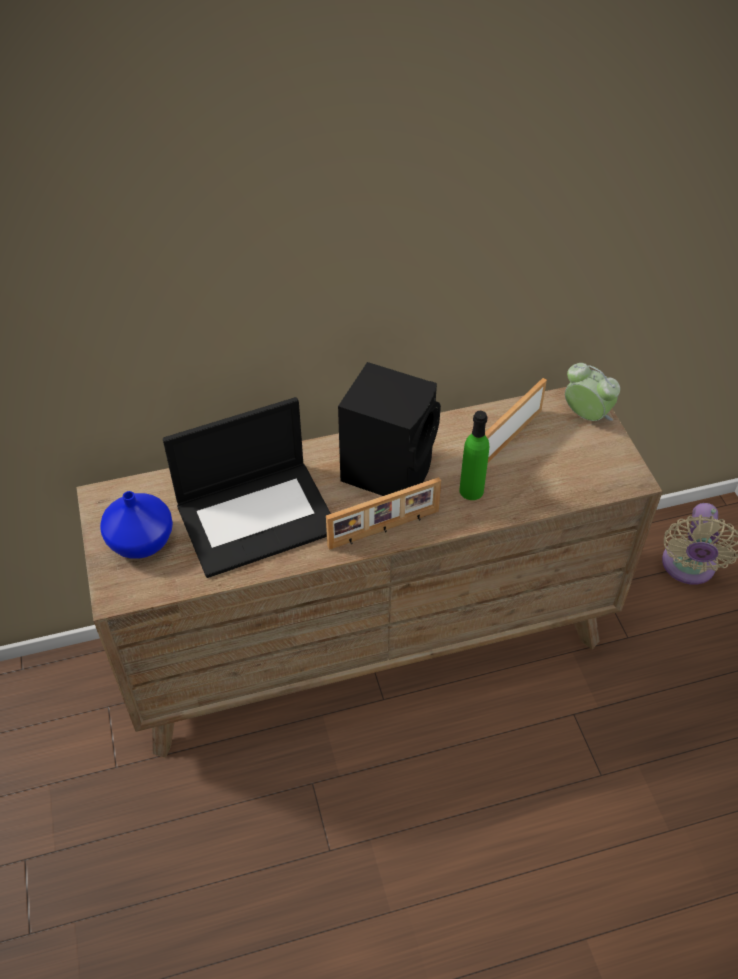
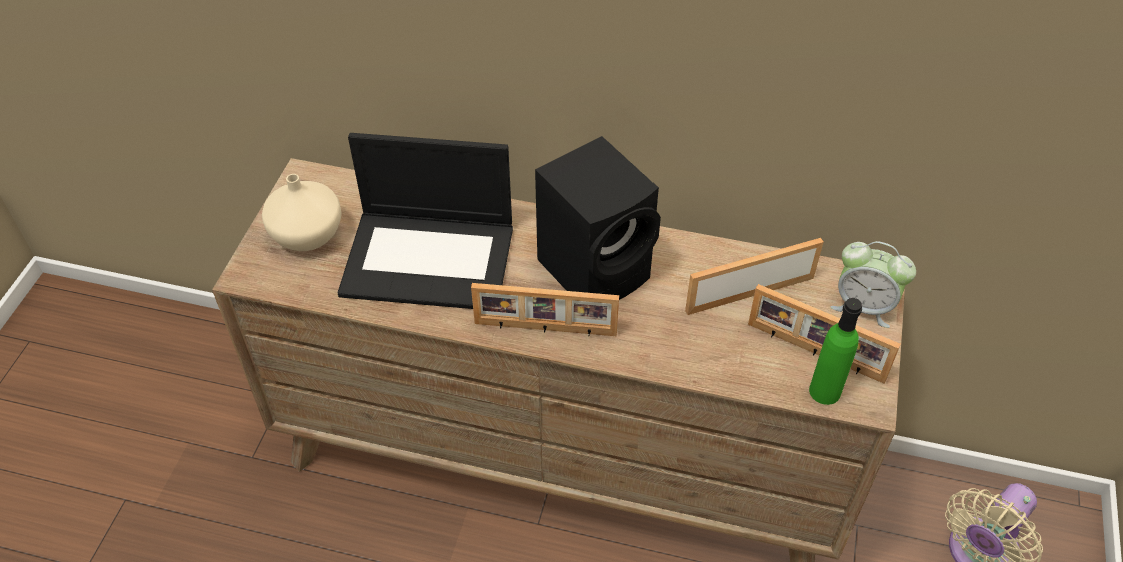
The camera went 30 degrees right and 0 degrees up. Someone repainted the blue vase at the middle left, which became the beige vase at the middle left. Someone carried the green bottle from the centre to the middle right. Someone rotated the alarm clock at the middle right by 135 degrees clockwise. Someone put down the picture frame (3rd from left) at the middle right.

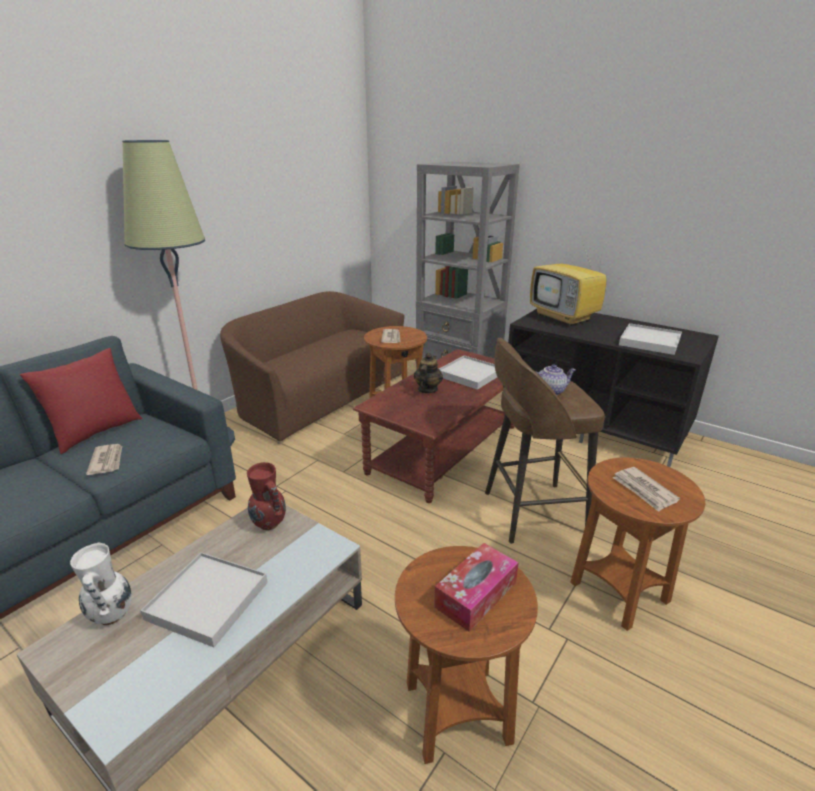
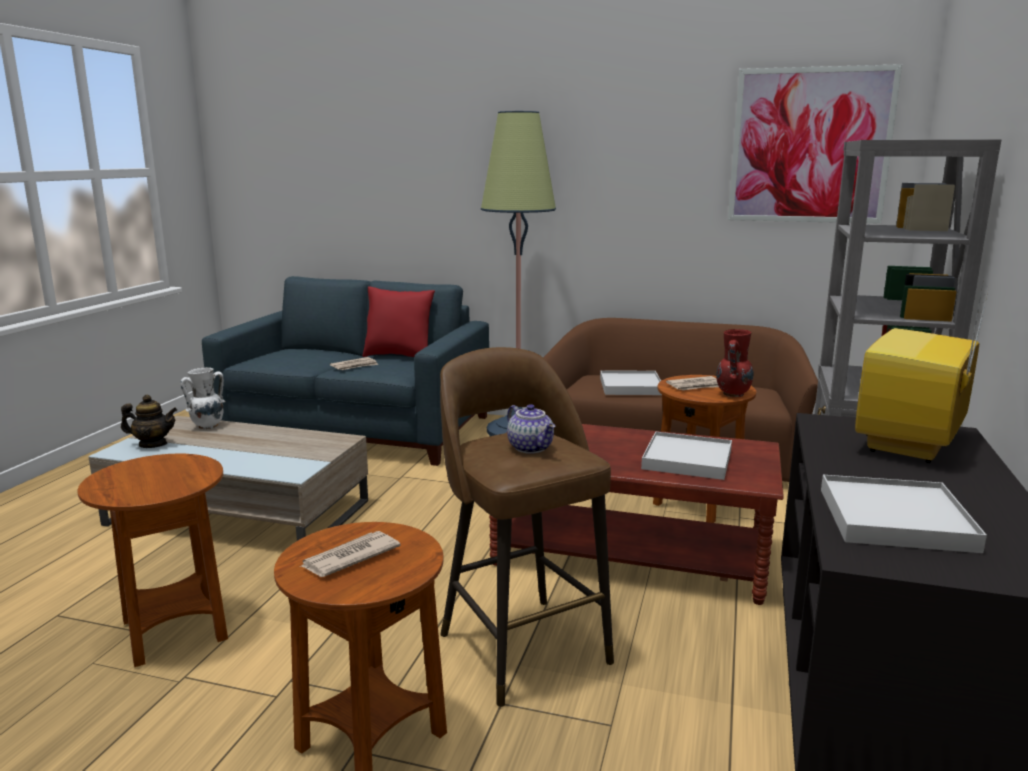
The camera went 70 degrees right and 10 degrees down. Someone carried the white tray (1st from left) from the bottom left to the centre. Someone carried the red vase from the middle left to the middle right. Someone carried the teapot (1st from left) from the centre to the middle left. Someone took away the tissue box at the bottom centre. Someone put up the picture at the top right.

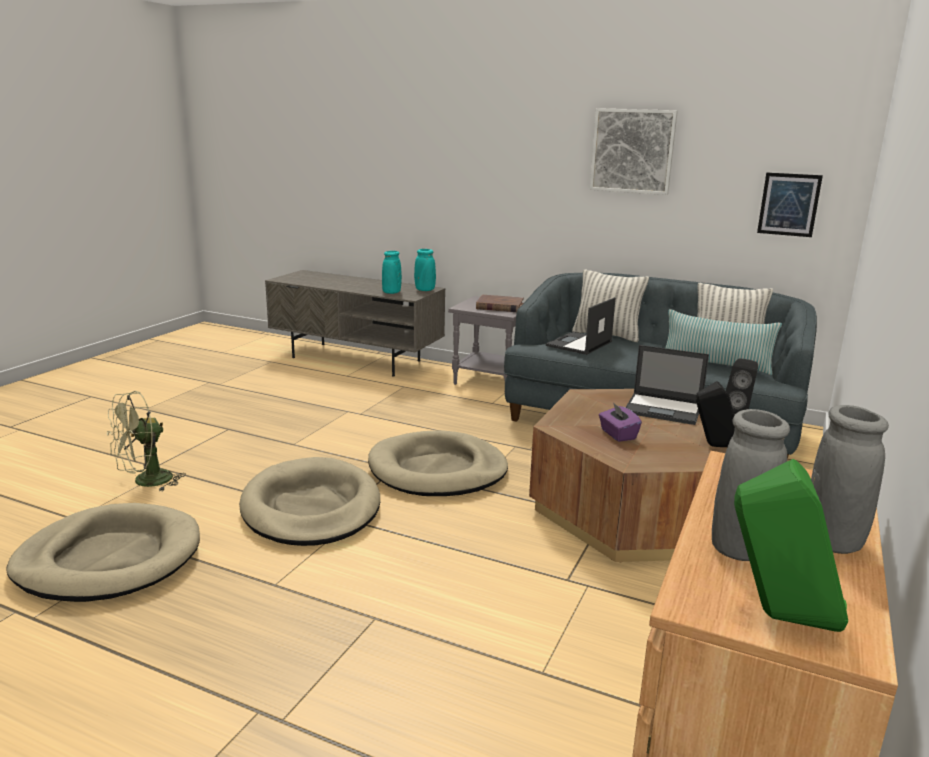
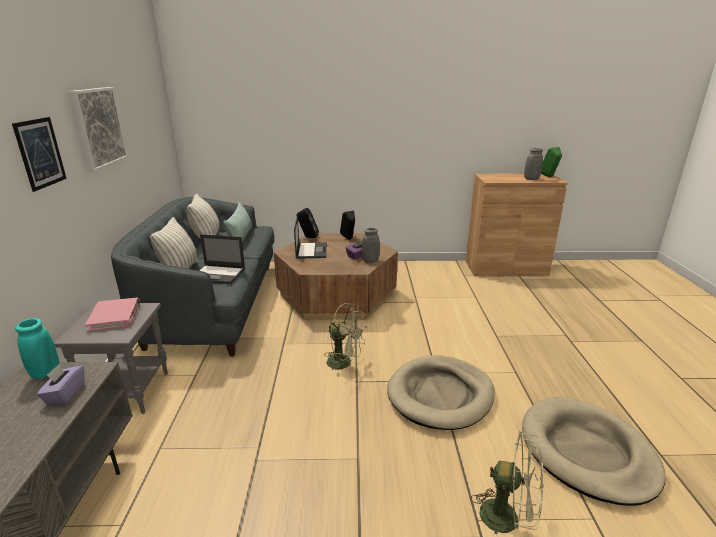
The camera went 115 degrees left and 5 degrees up. Someone swapped the beige dog bed (3rd from left) at the centre for the green fan (1st from left) at the centre. Someone swapped the turquoise vase (1st from left) at the centre for the purple tissue box (1st from left) at the bottom left. Someone repainted the brown book at the centre, which became the pink book at the middle left. Someone carried the picture (2nd from left in the first image) from the top right to the top left. Someone carried the grey vase (2nd from left in the first image) from the middle right to the centre.

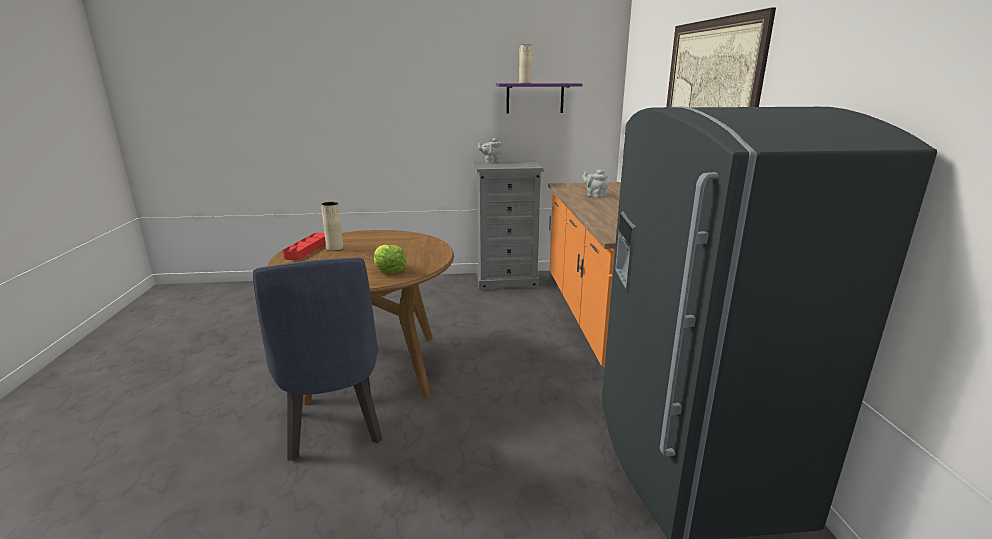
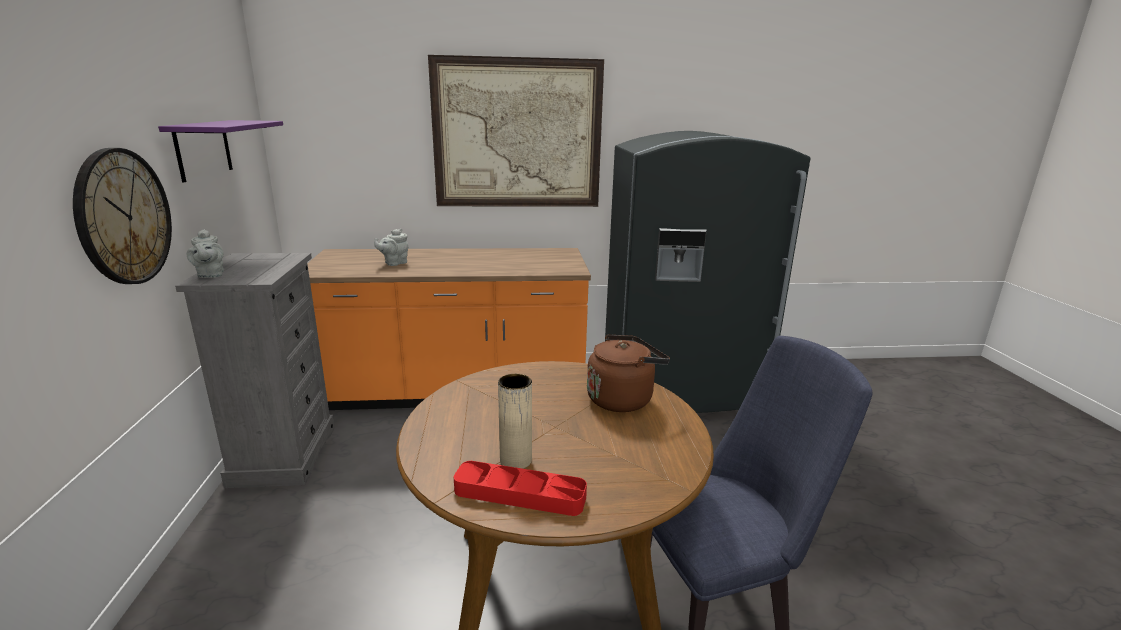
The camera went 90 degrees left and 0 degrees up. Someone swapped the lettuce at the centre for the brown kettle at the centre. Someone took away the beige vase (2nd from left) at the top centre. Someone put up the wall clock at the middle left.

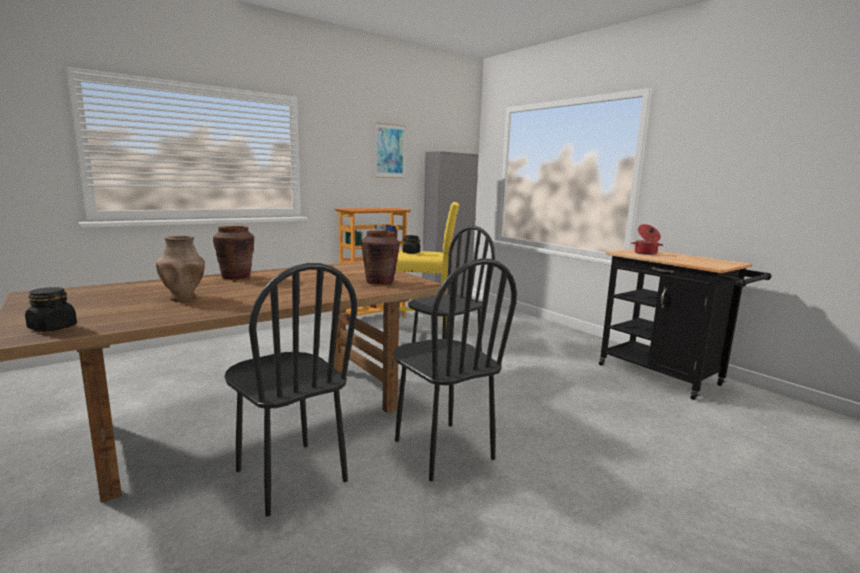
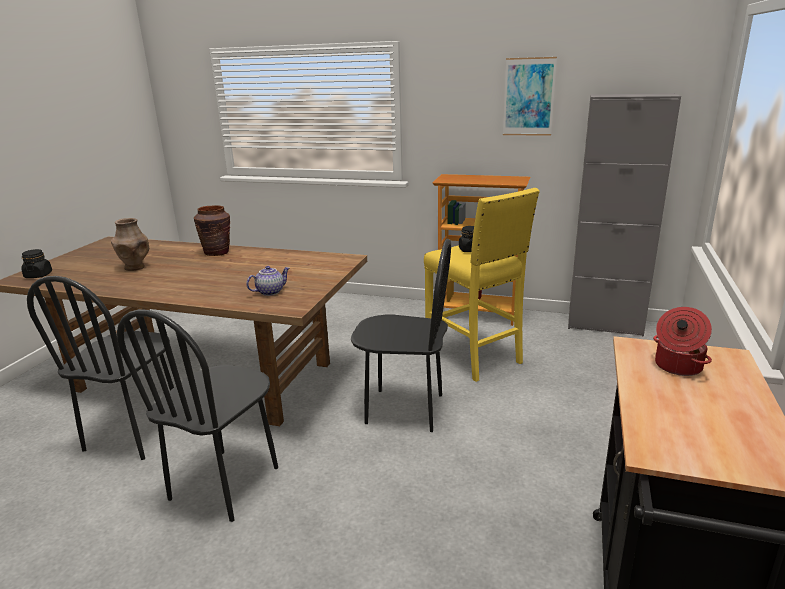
The camera went 55 degrees right and 10 degrees up. Someone swapped the brown vase (3rd from left) at the centre for the teapot at the centre.

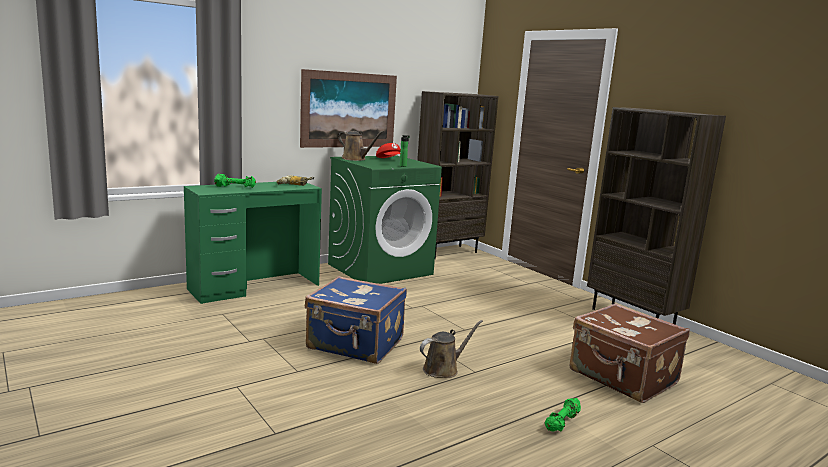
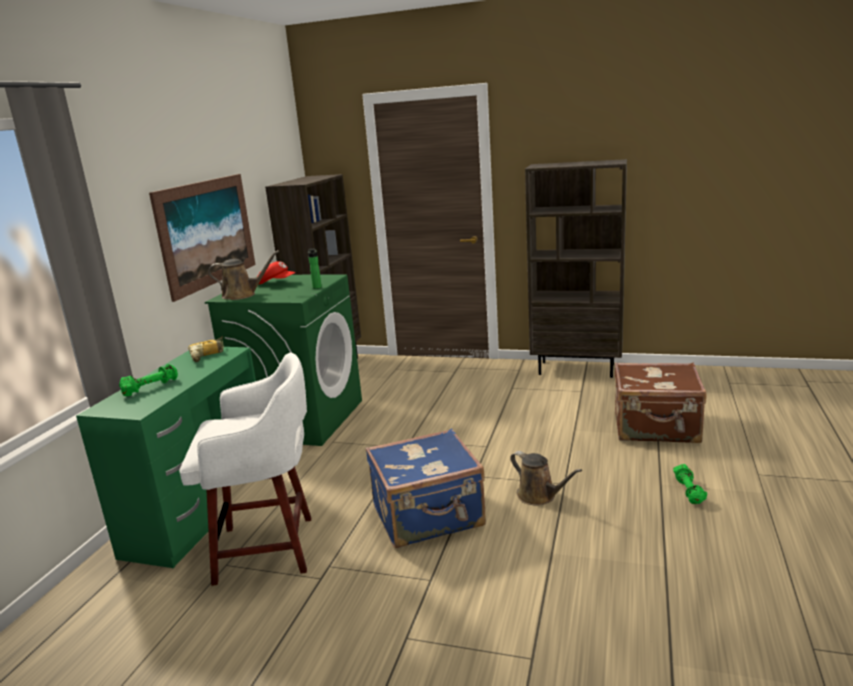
The camera went 35 degrees left and 5 degrees up. Someone rotated the brown watering can (2nd from left) at the bottom centre by 120 degrees clockwise. Someone put down the white stool at the bottom left.

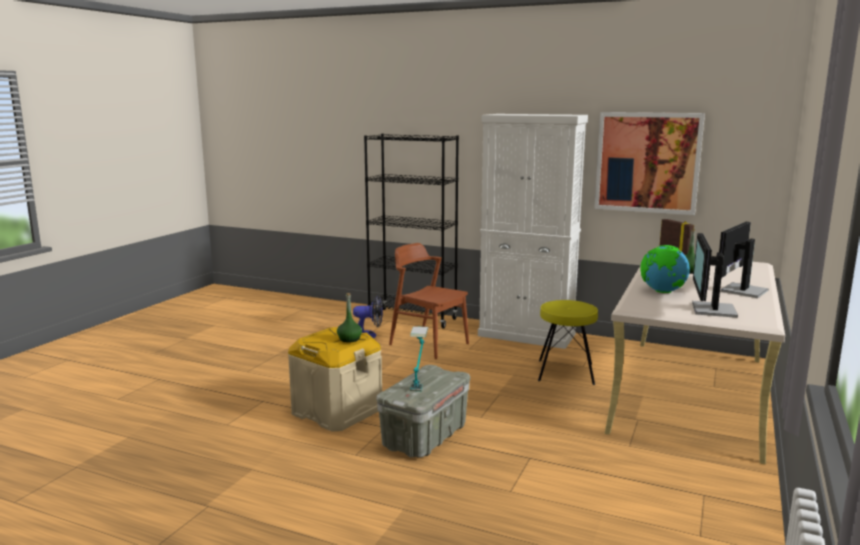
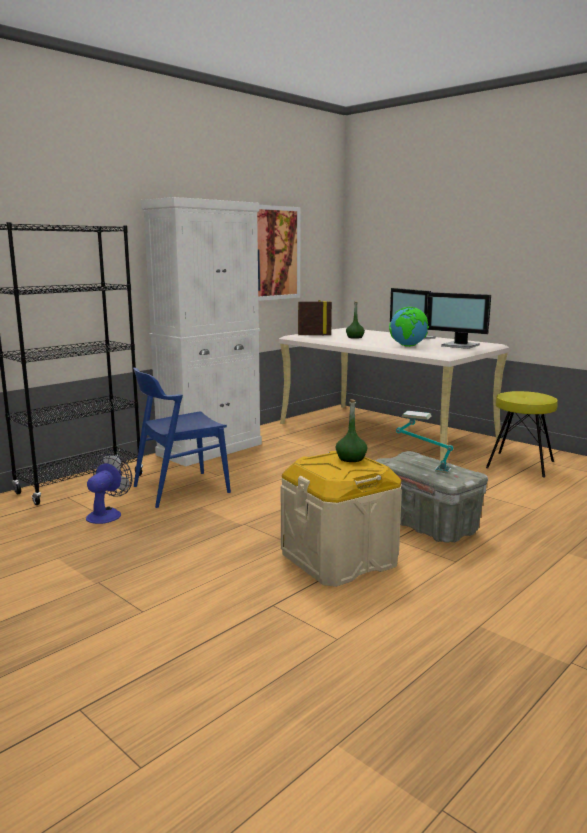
The camera went 70 degrees left and 0 degrees up. Someone repainted the brown chair at the centre, which became the blue chair at the middle left. Someone carried the yellow stool from the centre to the middle right.

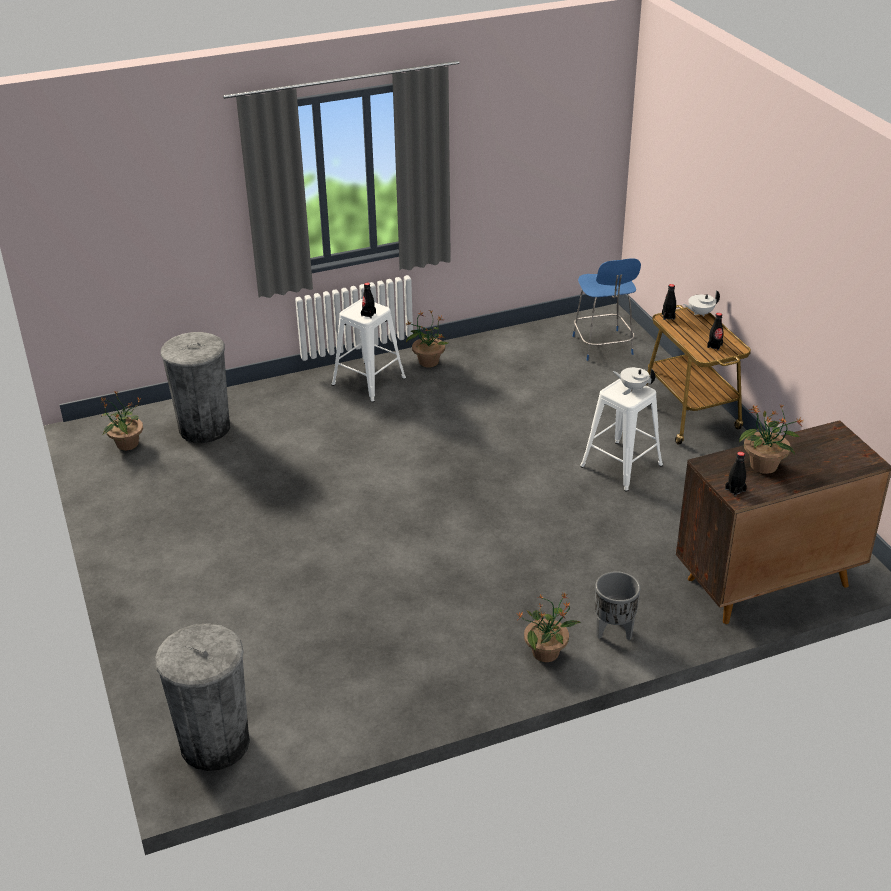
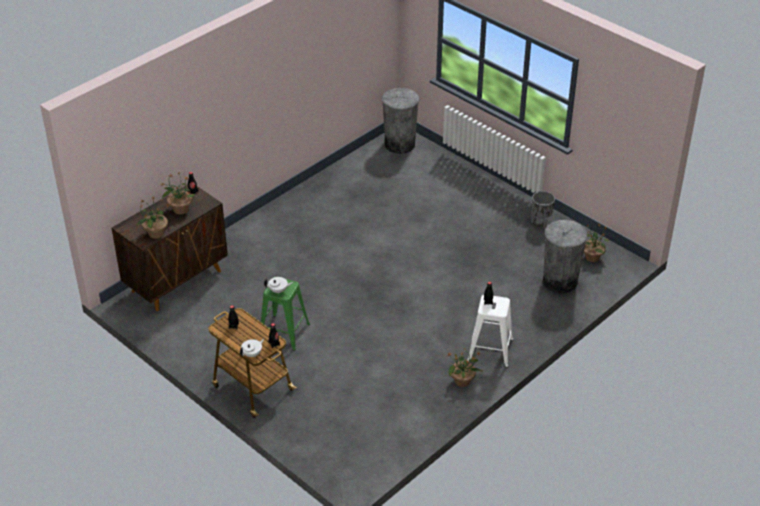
The camera went 155 degrees right and 5 degrees up. Someone carried the potted plant (3rd from left in the first image) from the bottom centre to the middle left. Someone took away the blue stool at the middle right. Someone repainted the white stool (2nd from left) at the middle right, which became the green stool at the centre. Someone carried the grey planter from the bottom right to the middle right.

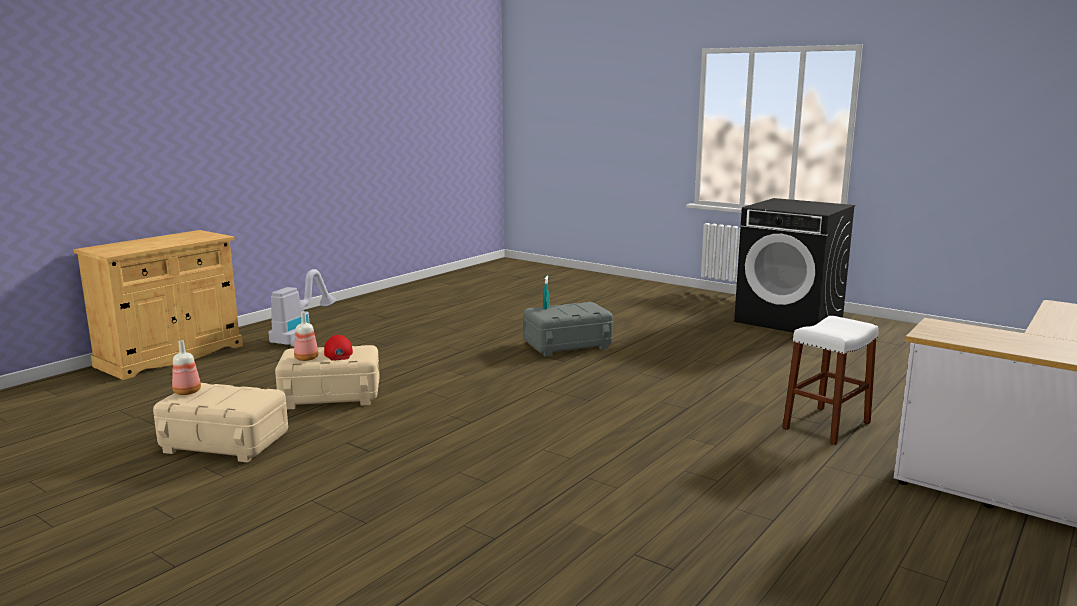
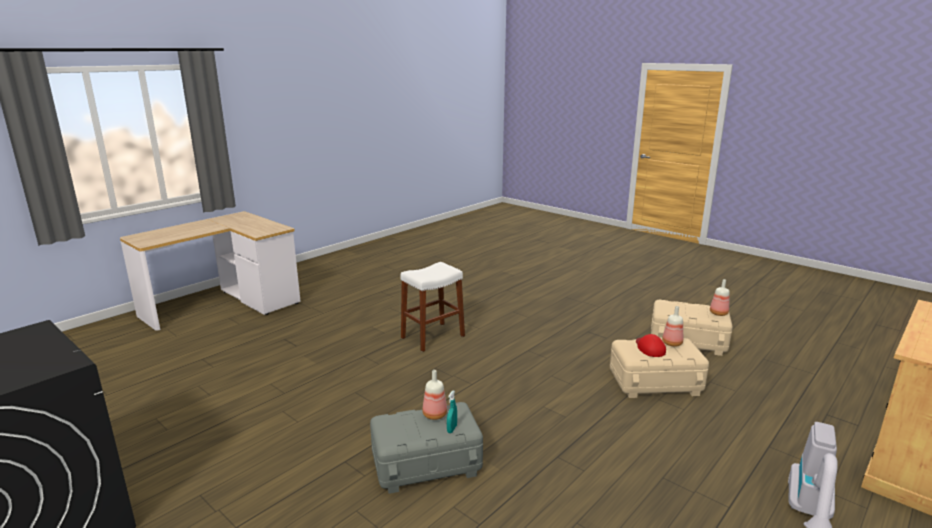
The camera went 175 degrees left and 5 degrees up. Someone carried the white stool from the middle right to the centre. Someone put down the bottle (1st from left) at the bottom centre.

